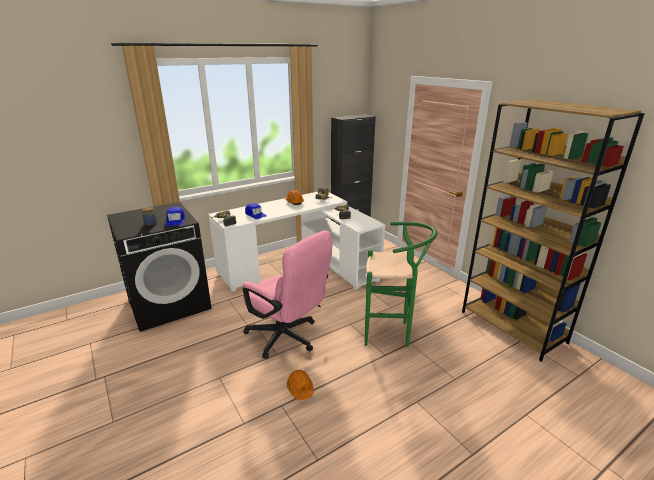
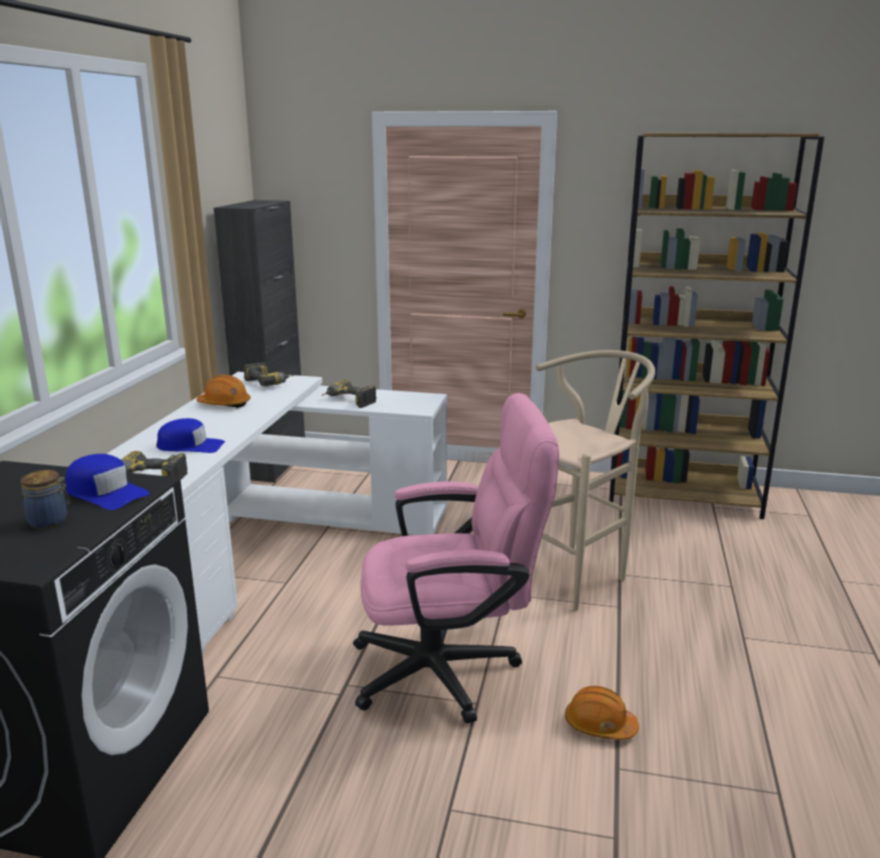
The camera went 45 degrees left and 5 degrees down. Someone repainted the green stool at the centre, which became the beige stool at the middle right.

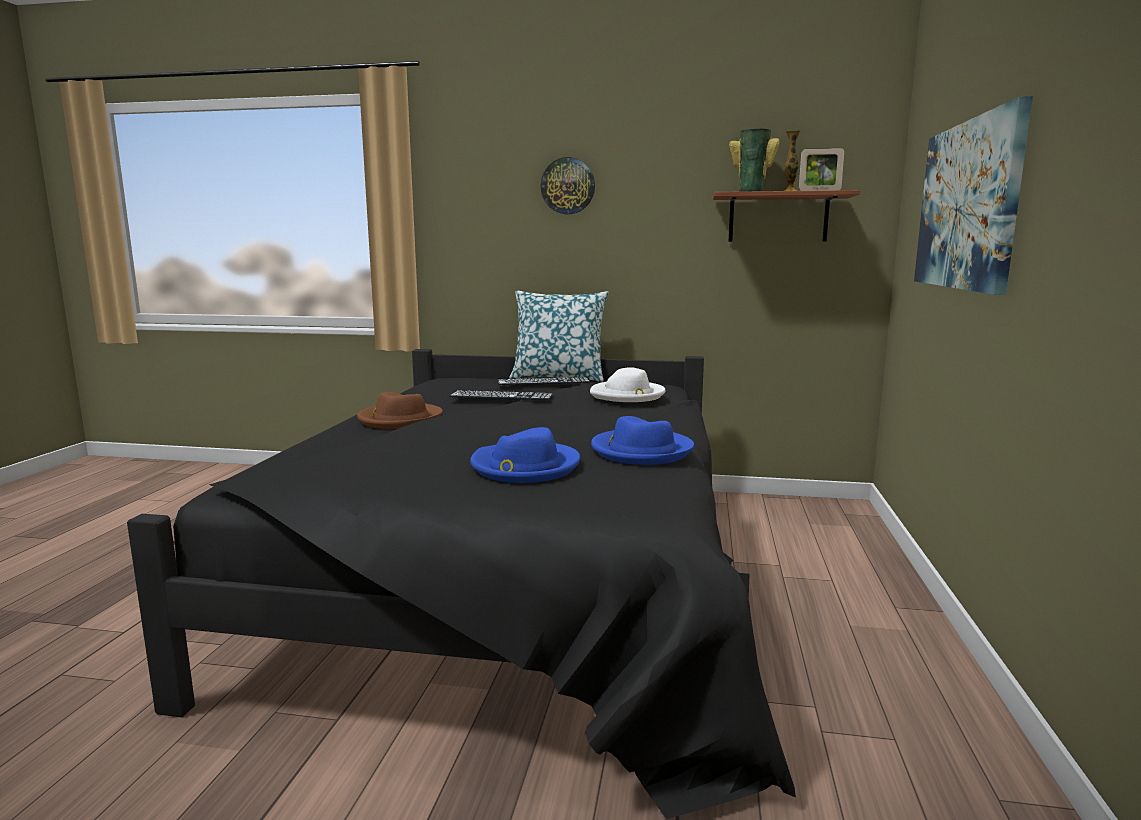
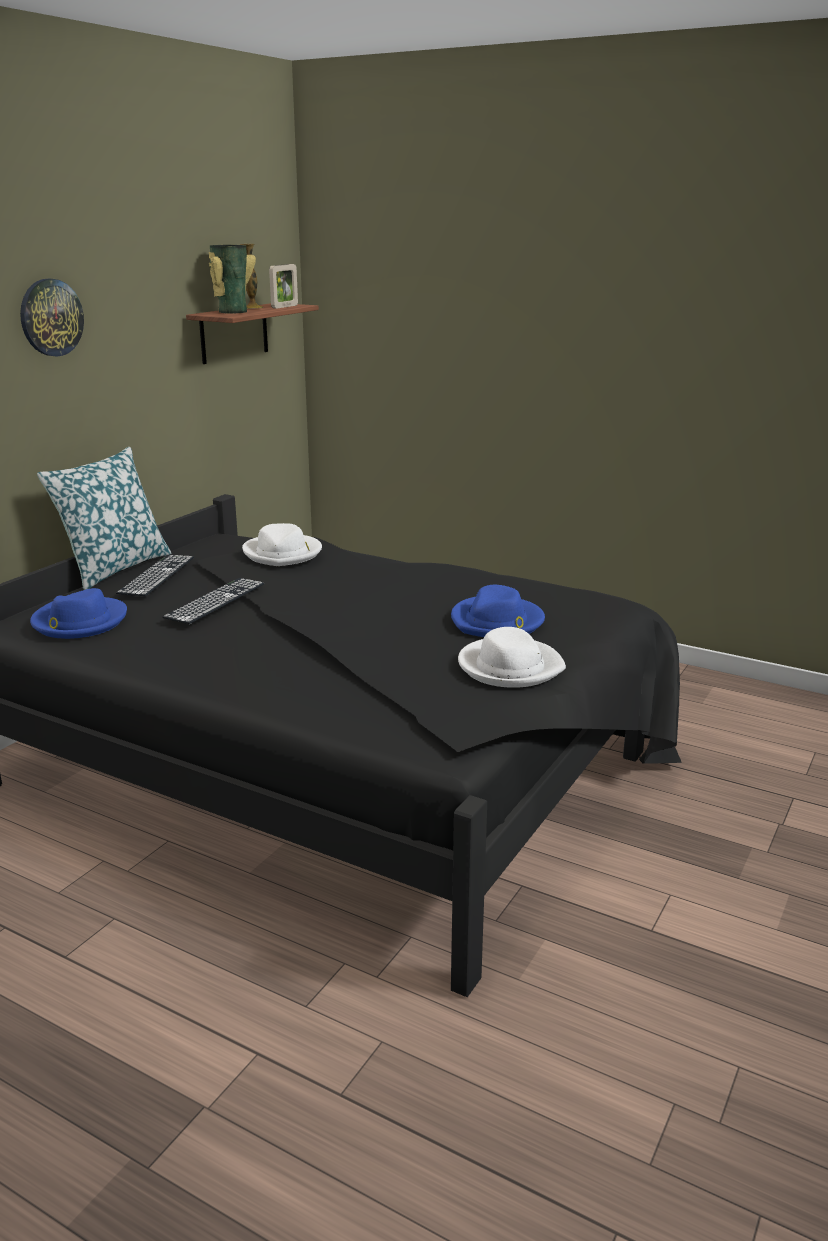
The camera went 70 degrees left and 10 degrees up. Someone took away the brown hat at the centre. Someone carried the blue hat (2nd from left in the first image) from the centre to the middle left. Someone took away the picture at the top right. Someone put down the white hat (2nd from left) at the centre.

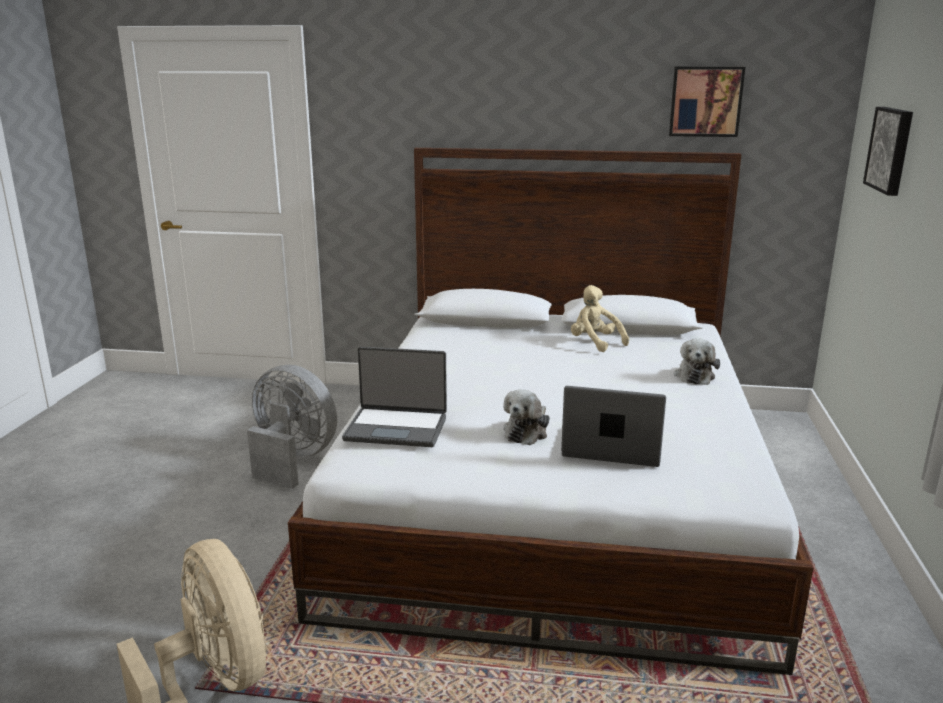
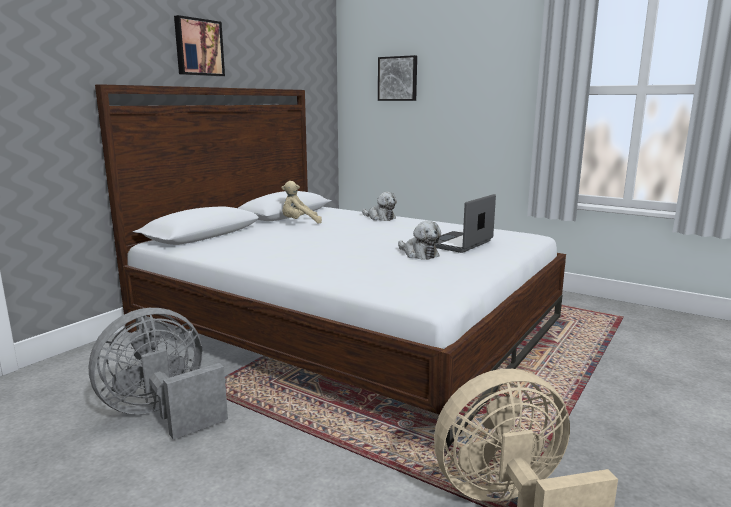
The camera went 65 degrees left and 5 degrees down. Someone took away the laptop (1st from left) at the centre. Someone carried the picture (1st from left) from the top right to the top left.

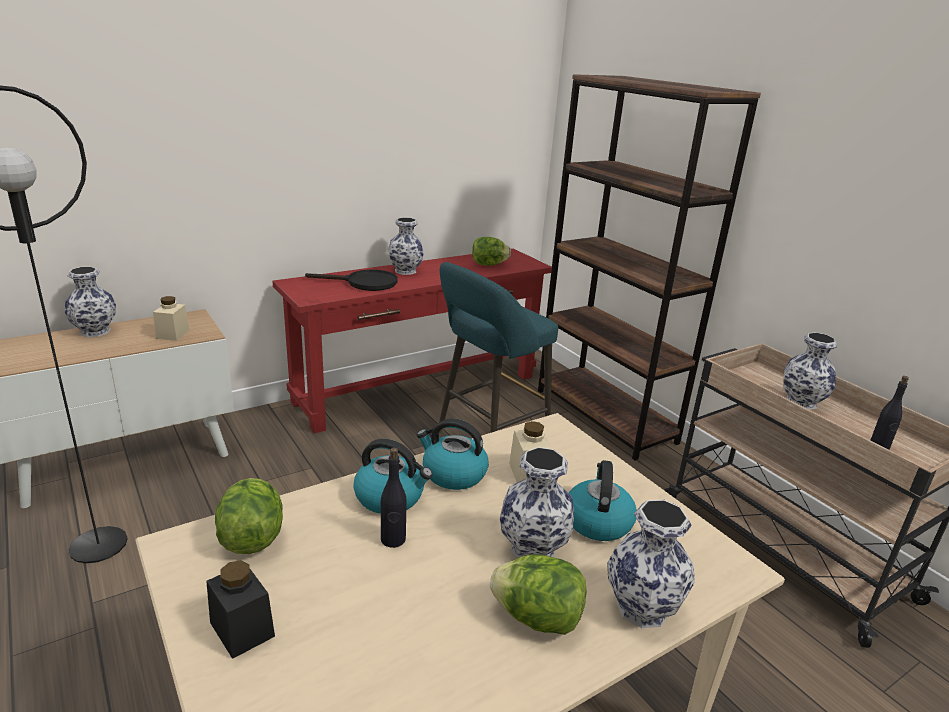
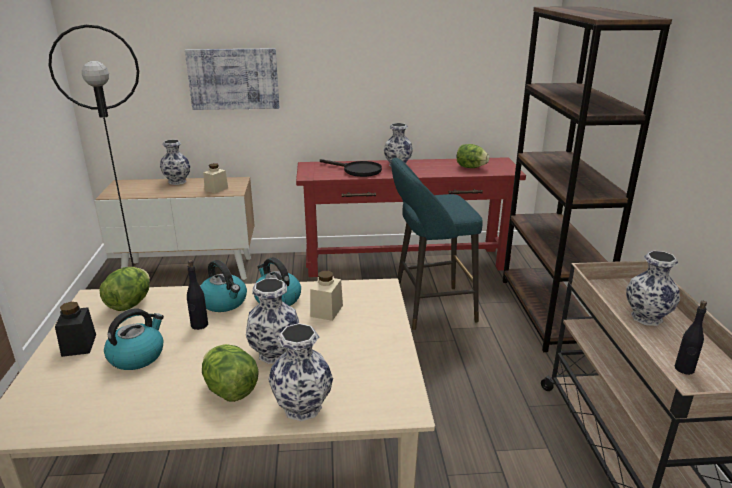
The camera went 30 degrees right and 0 degrees up. Someone carried the kettle (3rd from left in the first image) from the bottom centre to the bottom left. Someone put up the picture at the top left.

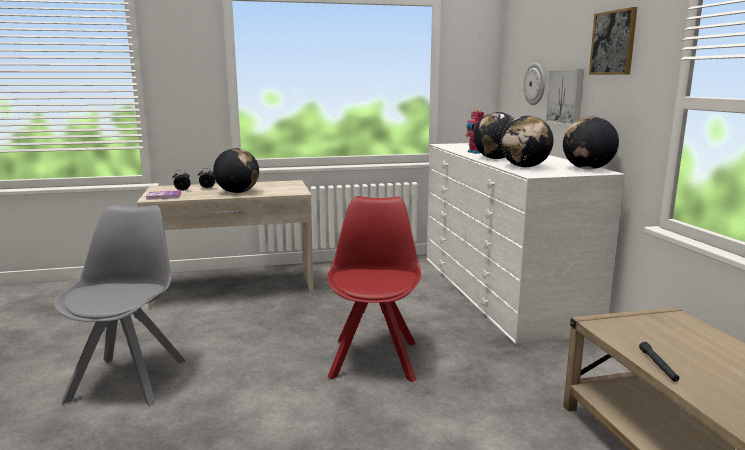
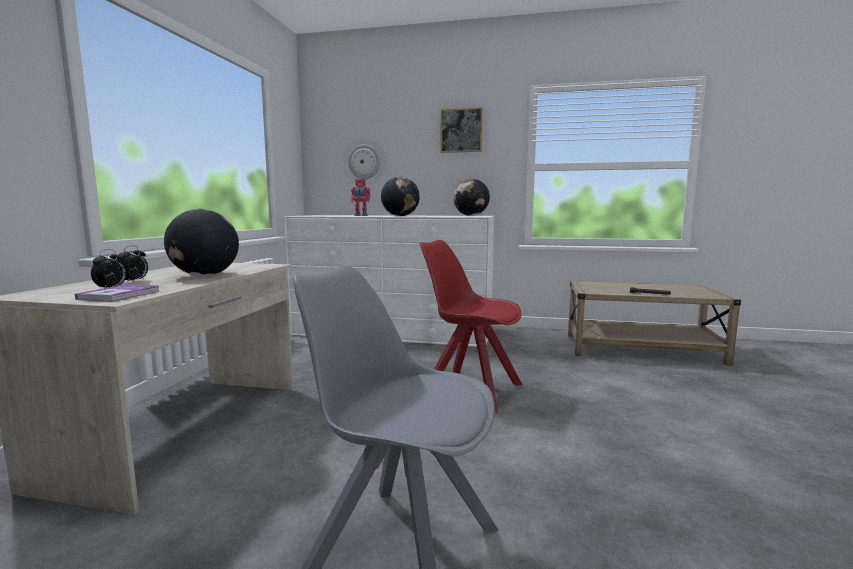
The camera went 65 degrees left and 5 degrees down. Someone took away the globe (3rd from left) at the top right. Someone took away the picture (1st from left) at the top right.

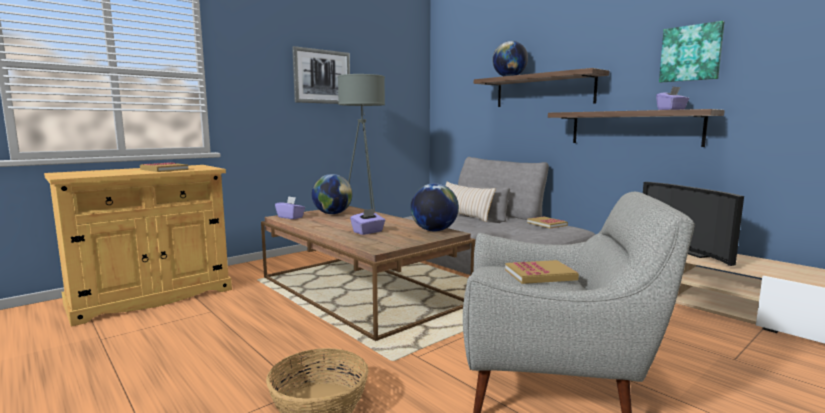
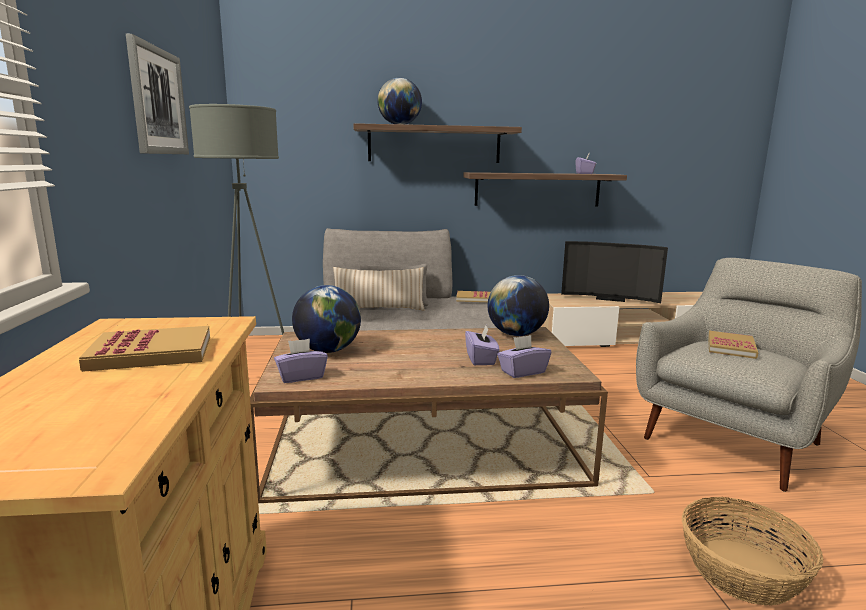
The camera went 55 degrees left and 5 degrees up. Someone took away the picture (2nd from left) at the top right. Someone put down the purple tissue box (3rd from left) at the centre.

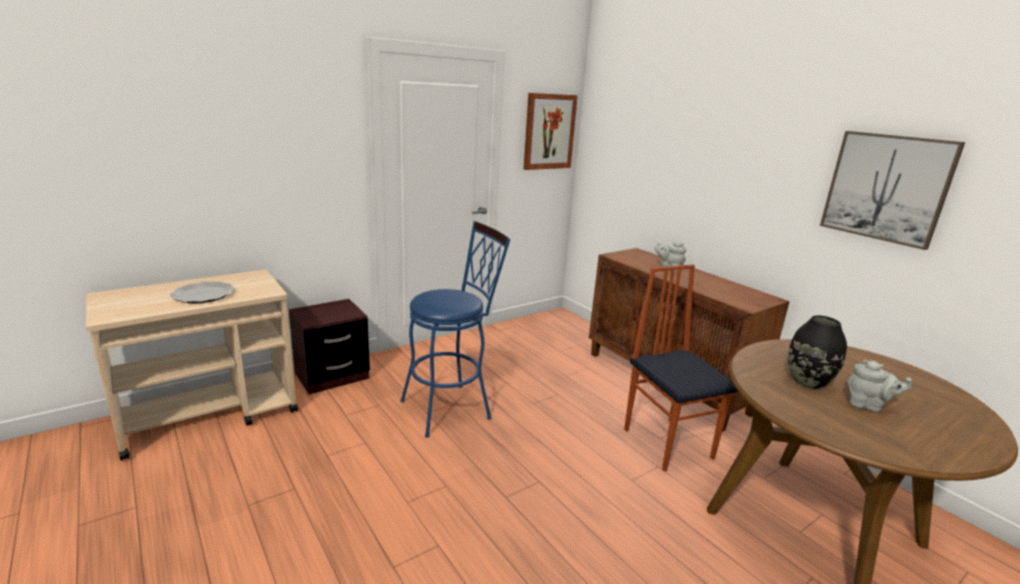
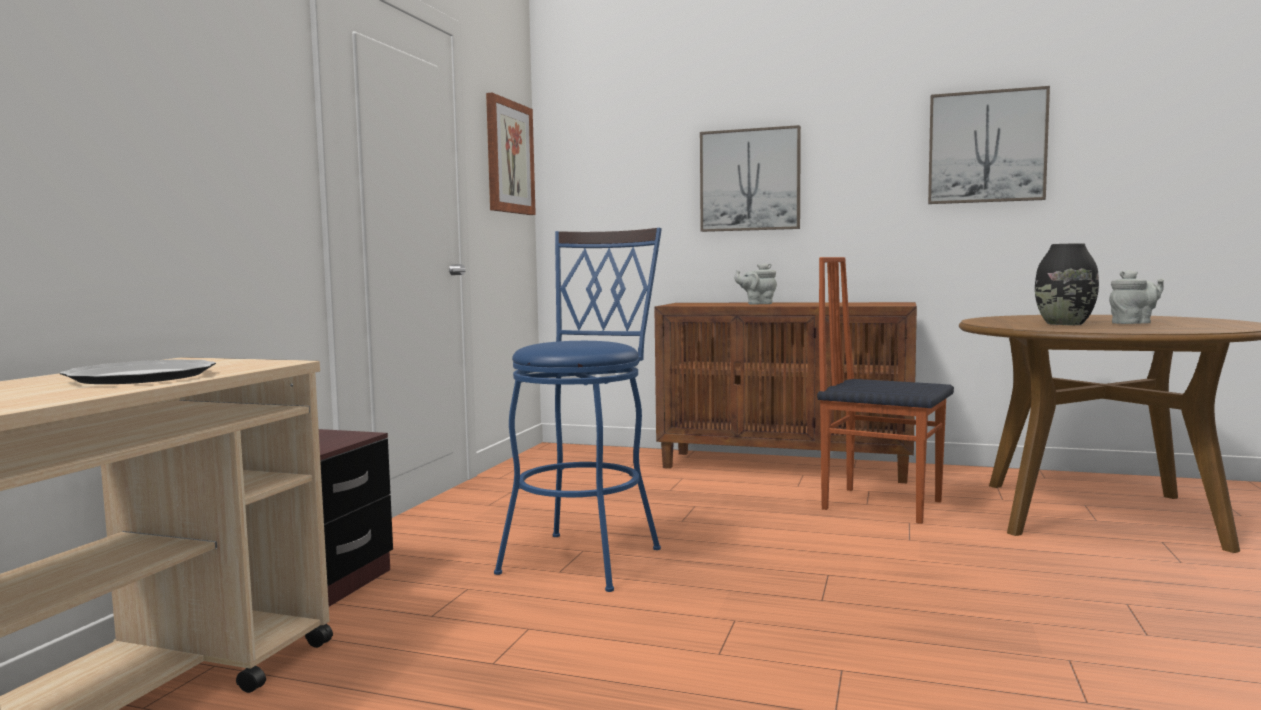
The camera went 35 degrees left and 15 degrees down. Someone put up the picture (2nd from left) at the top centre.

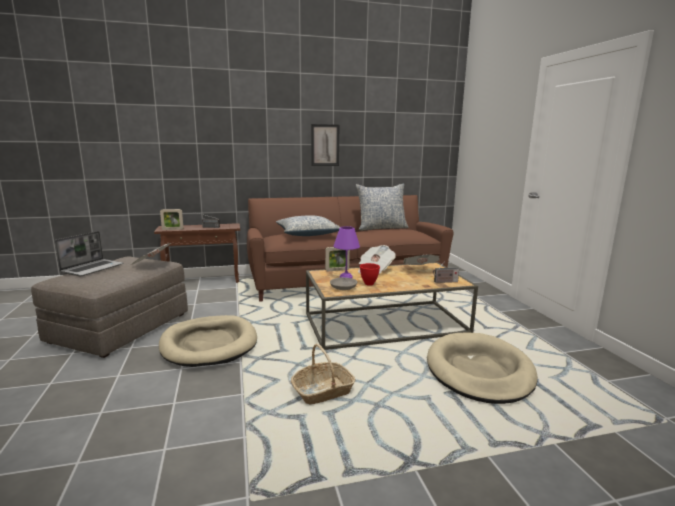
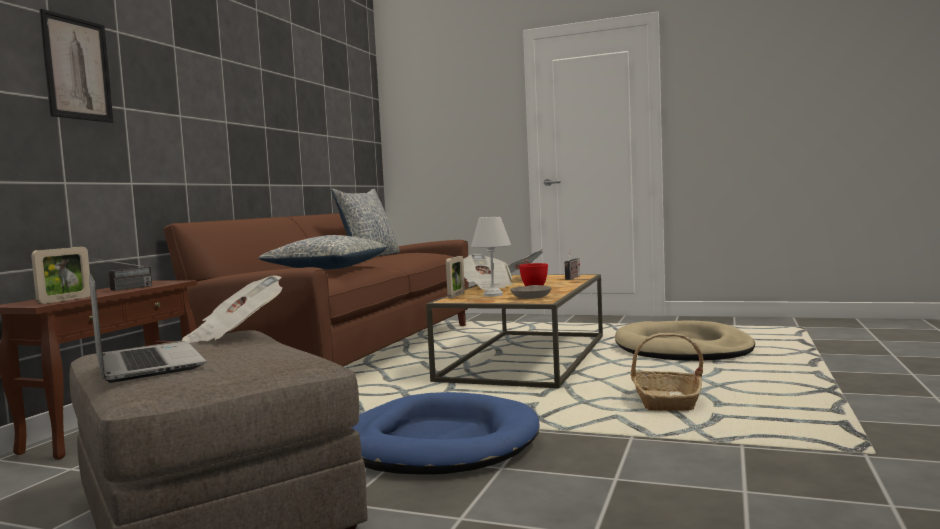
The camera went 55 degrees left and 10 degrees down. Someone repainted the beige dog bed (1st from left) at the bottom left, which became the blue dog bed at the bottom centre. Someone carried the picture from the top centre to the top left. Someone repainted the purple table lamp at the centre, which became the white table lamp at the centre.

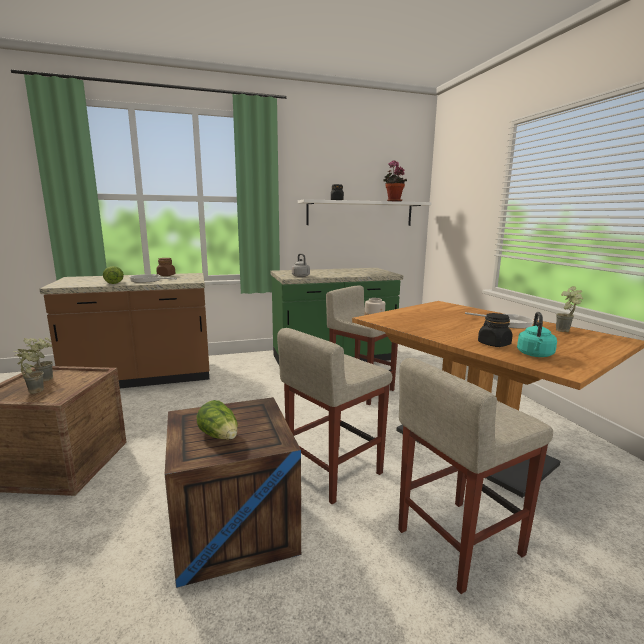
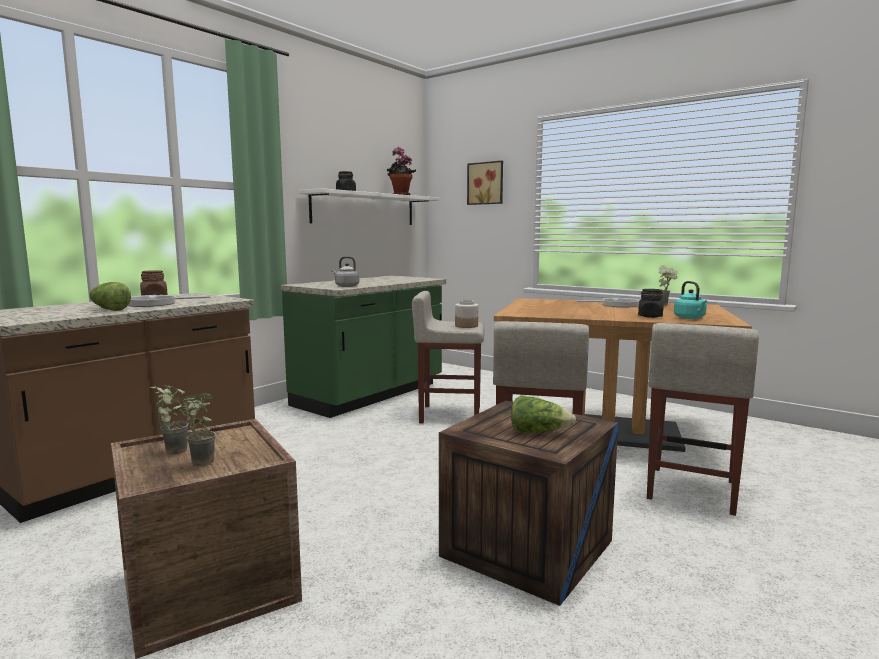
The camera went 35 degrees left and 5 degrees down. Someone put up the picture at the top centre.

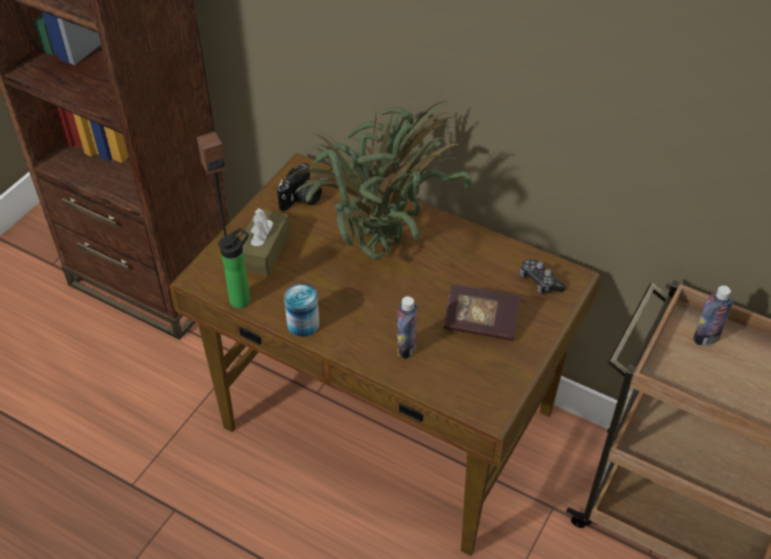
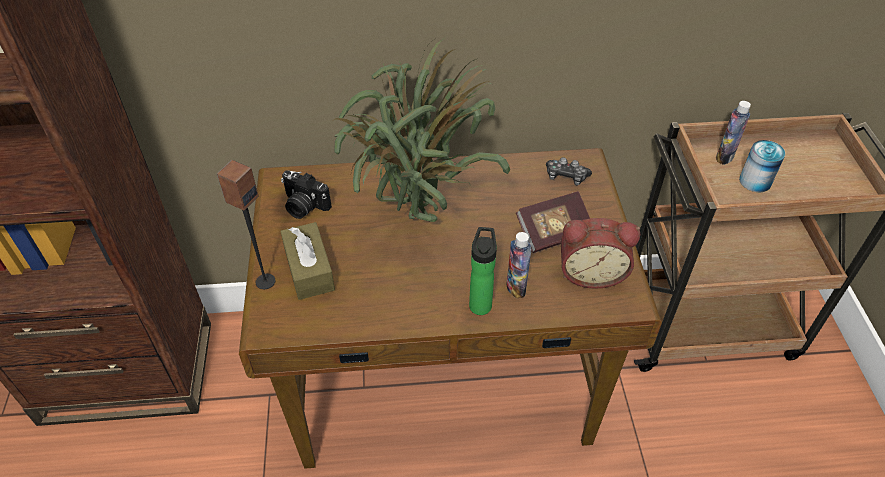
The camera went 35 degrees left and 0 degrees up. Someone carried the bottle (1st from left) from the middle left to the centre. Someone rotated the photo camera at the centre by 120 degrees clockwise. Someone carried the can from the centre to the middle right. Someone put down the alarm clock at the middle right.

